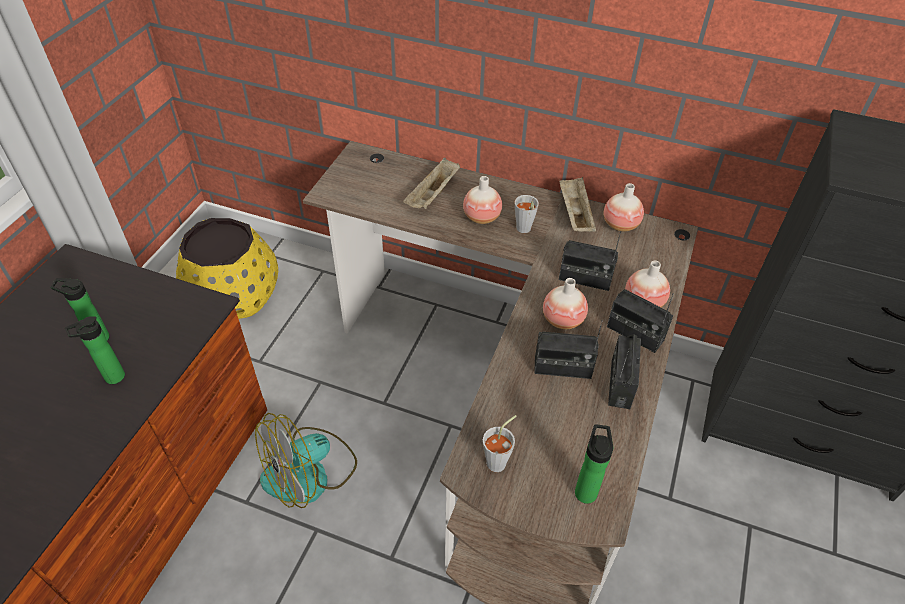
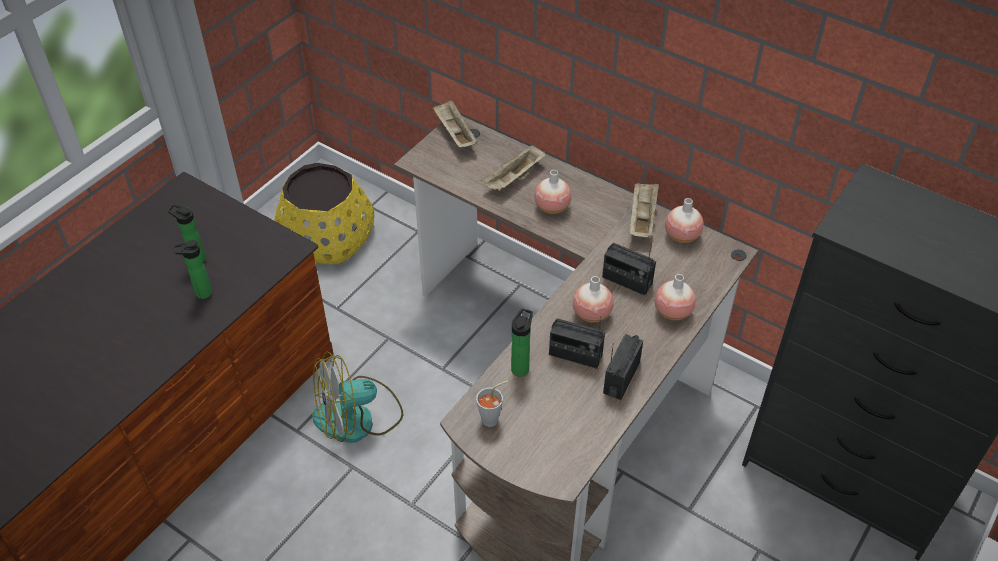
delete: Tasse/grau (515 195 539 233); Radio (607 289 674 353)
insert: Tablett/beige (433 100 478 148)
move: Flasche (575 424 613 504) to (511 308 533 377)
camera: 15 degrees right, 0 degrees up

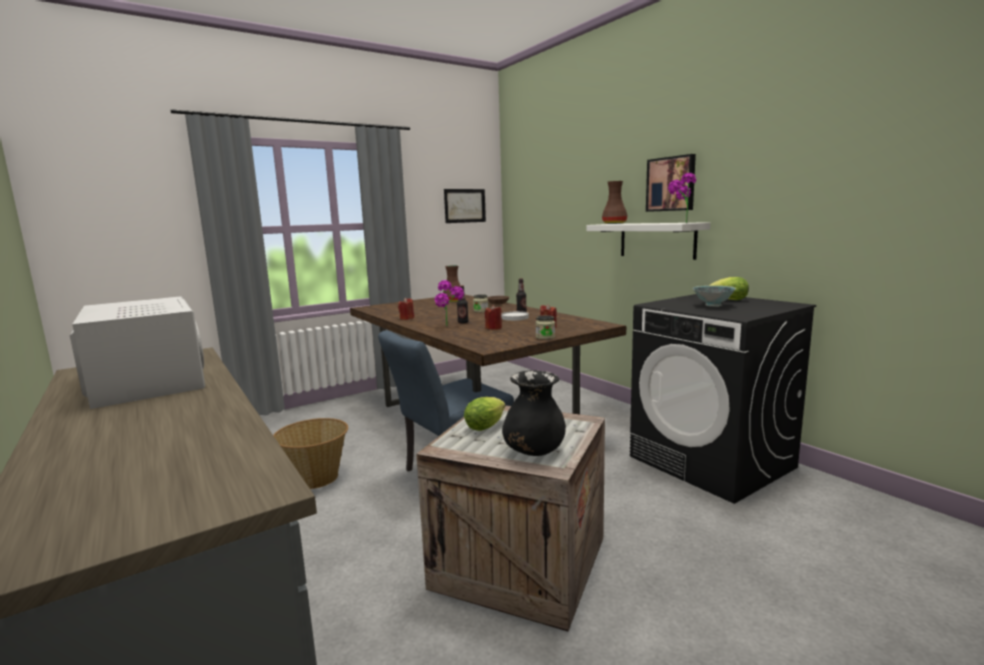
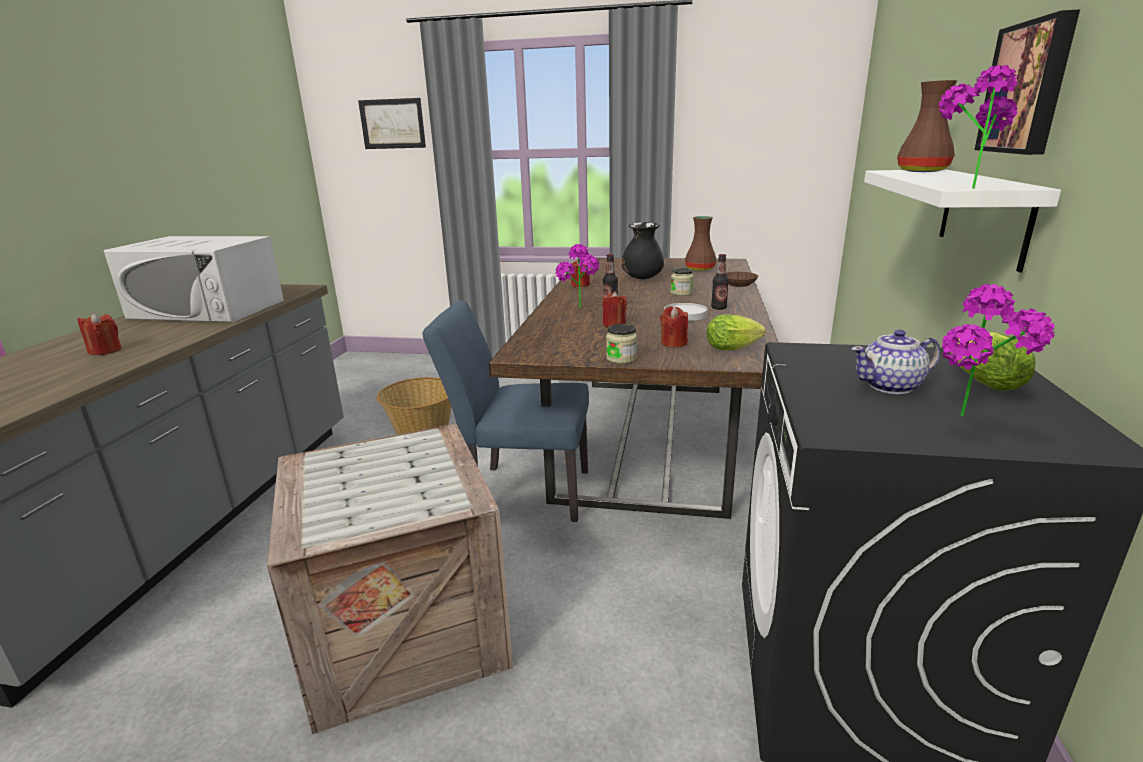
insert: Topfpflanze (942 284 1055 416); Kerze/rot (77 312 122 355)
move: Bild (444 189 486 223) to (358 98 426 149); Vase/schwarz (502 370 566 456) to (622 222 664 279); Salatkopf (464 397 505 431) to (707 314 765 350)
replace: Schüssel (693 286 736 307) to Teekanne (851 329 940 394)
rotate: Mikrowelle/weiß (70 296 205 409) = (104 236 284 322) 90 degrees clockwise
camera: 45 degrees right, 10 degrees up

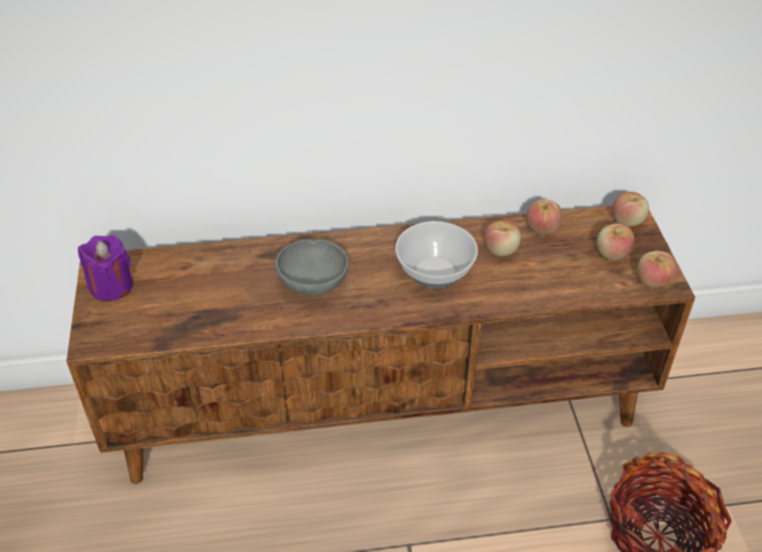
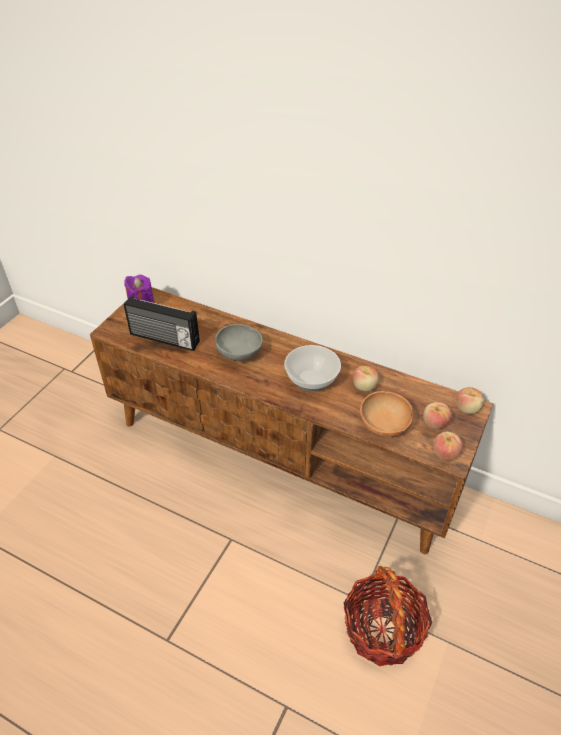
delete: Apfel (526 199 562 234)
insert: Radio (124 296 200 351); Schüssel/braun (360 391 414 437)
camera: 35 degrees right, 0 degrees up

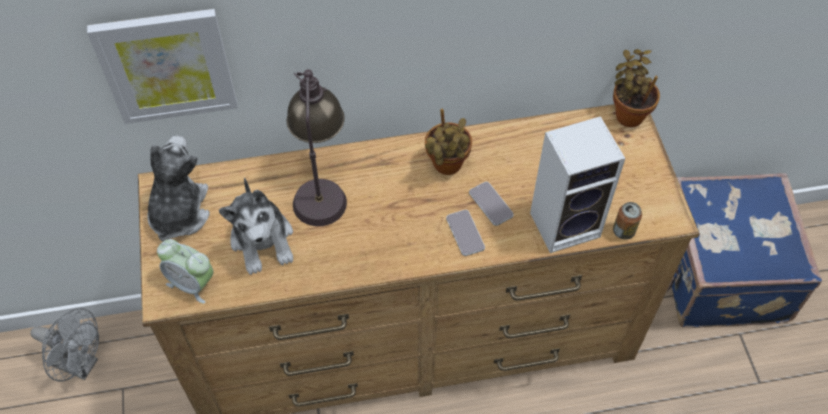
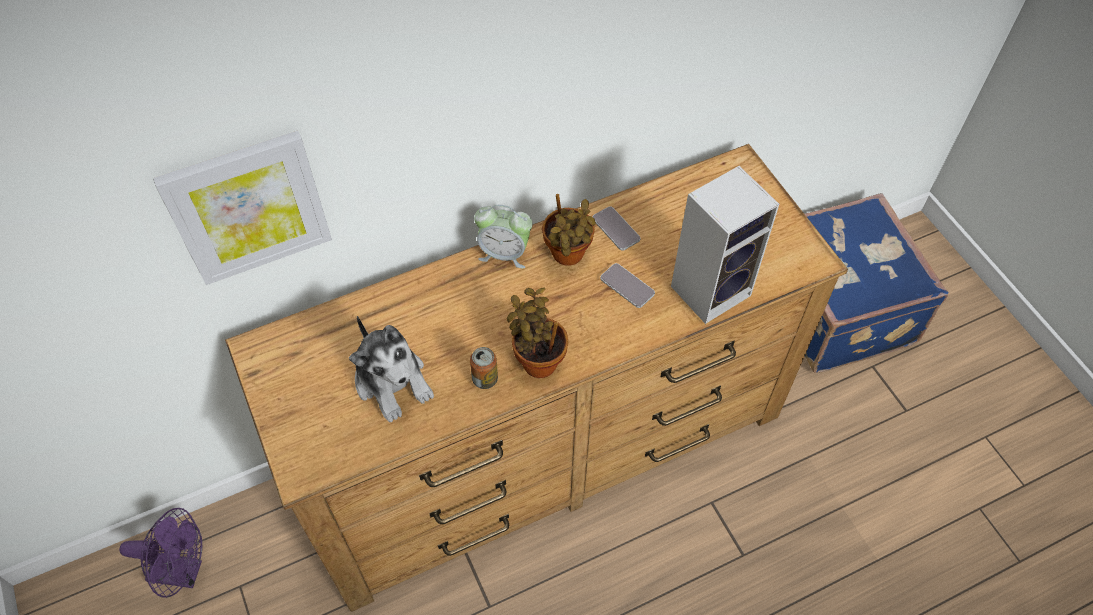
delete: Tischlampe (287 70 347 226); Plüschtier (147 135 210 241)
move: Topfpflanze (613 49 660 127) to (507 287 568 378); Dose (613 202 642 240) to (470 347 498 389); Handy (446 210 485 256) to (593 206 640 251); Wecker (157 239 213 304) to (474 205 532 268)
recolor: Ventilator/grau (30 308 99 381) to Ventilator/lila (119 508 202 598)
camera: 15 degrees left, 0 degrees up

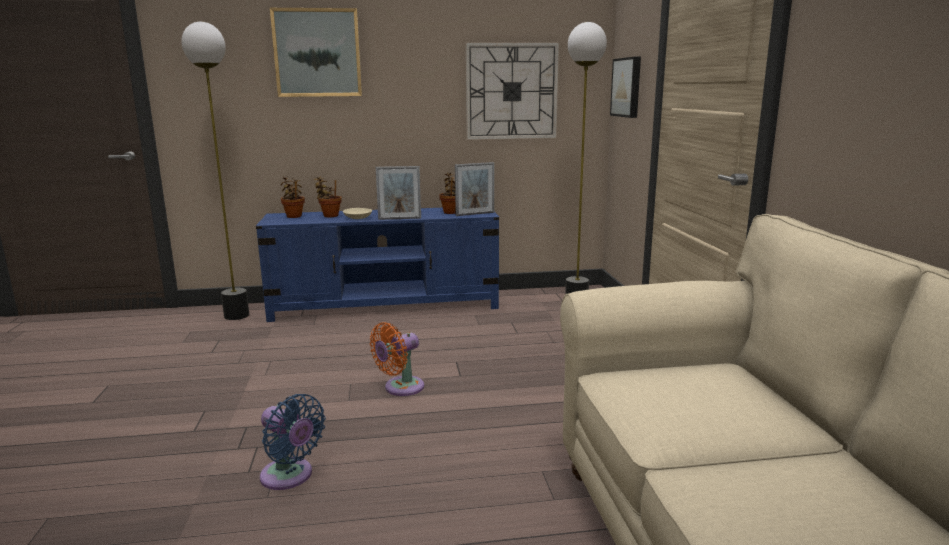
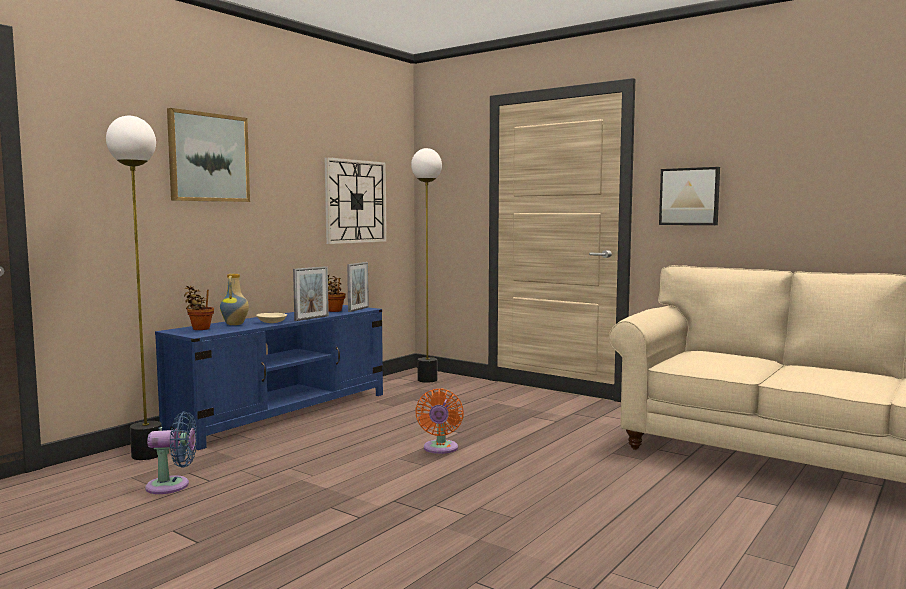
move: Bild (610 57 641 118) to (659 167 720 225); Ventilator/blau (260 394 326 490) to (145 411 197 494)
replace: Topfpflanze (314 177 342 217) to Vase (220 274 249 325)
camera: 45 degrees left, 10 degrees down

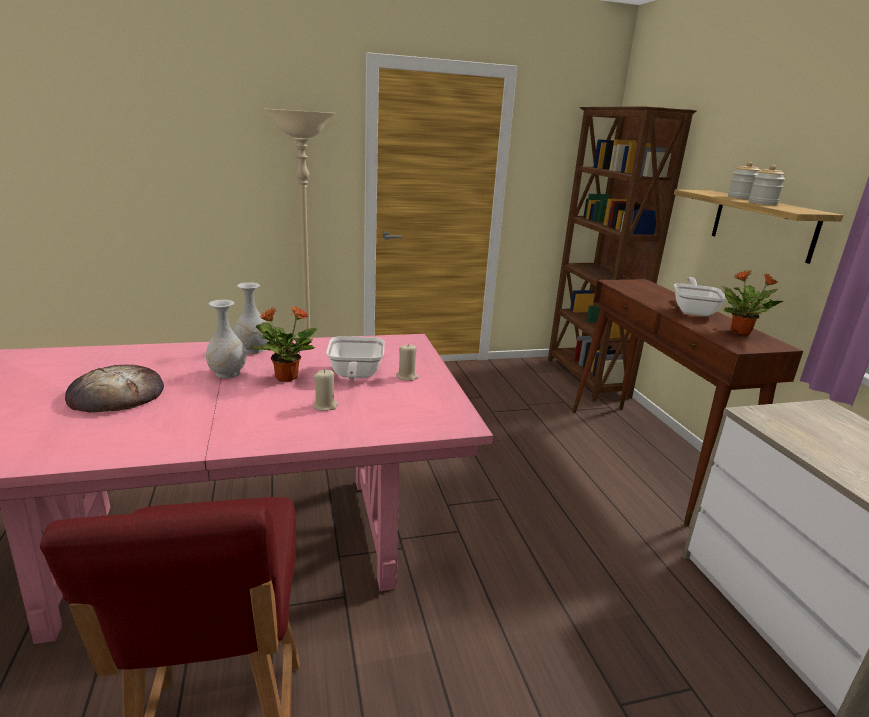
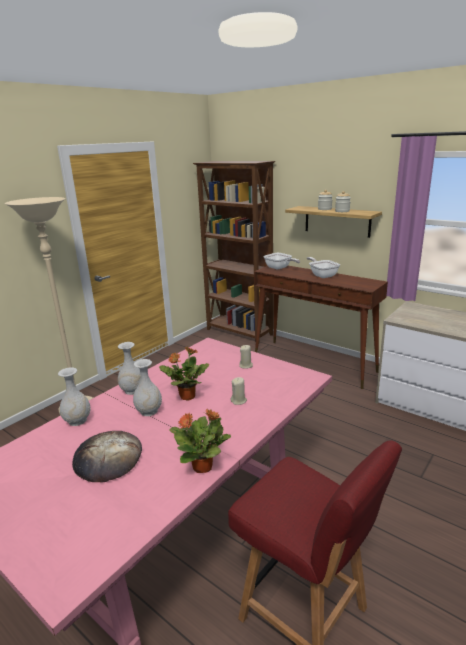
insert: Vase/weiß (58 367 90 426)
move: Topfpflanze (721 270 783 335) to (170 409 231 473); Pfanne (326 336 385 380) to (263 253 300 269)
camera: 35 degrees left, 0 degrees up

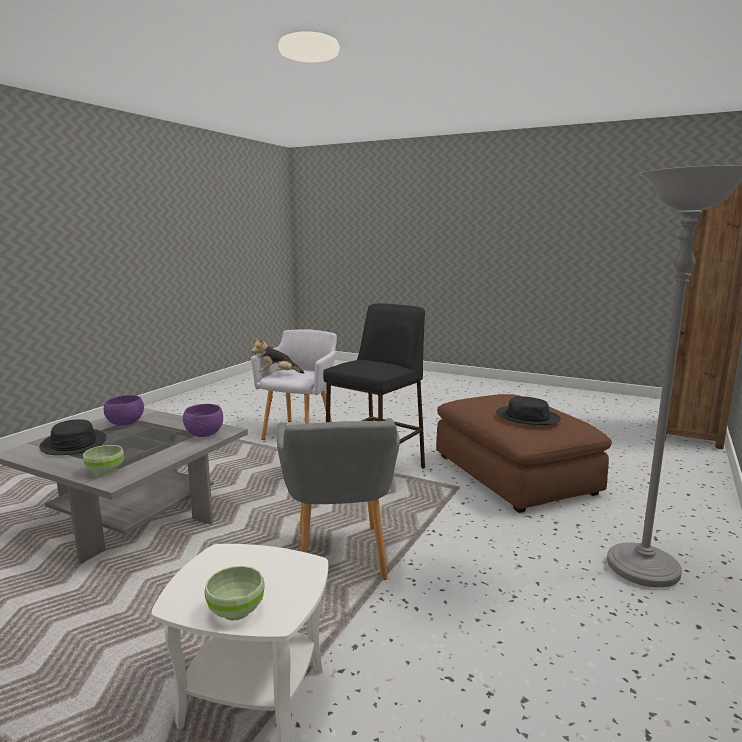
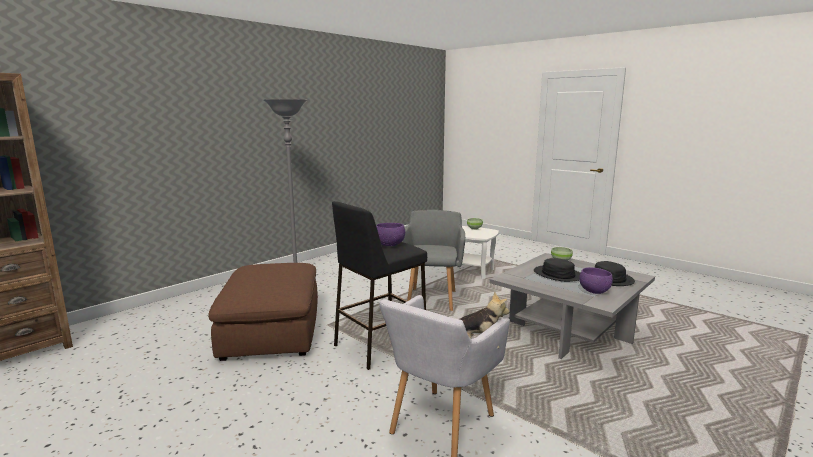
move: Hut/schwarz (496 396 561 425) to (534 258 580 282); Schüssel/lila (183 404 223 437) to (376 223 405 246)
camera: 165 degrees left, 0 degrees up

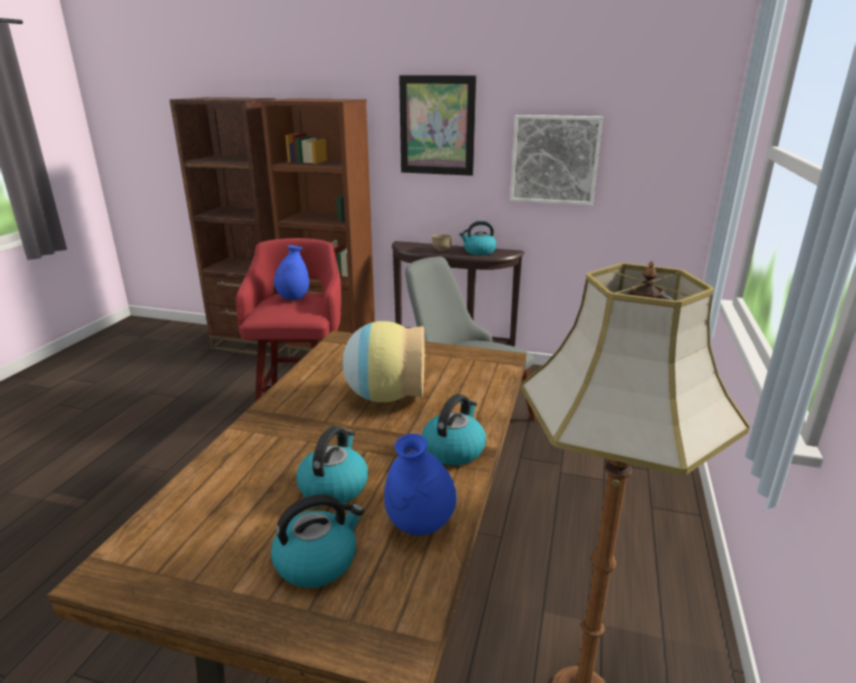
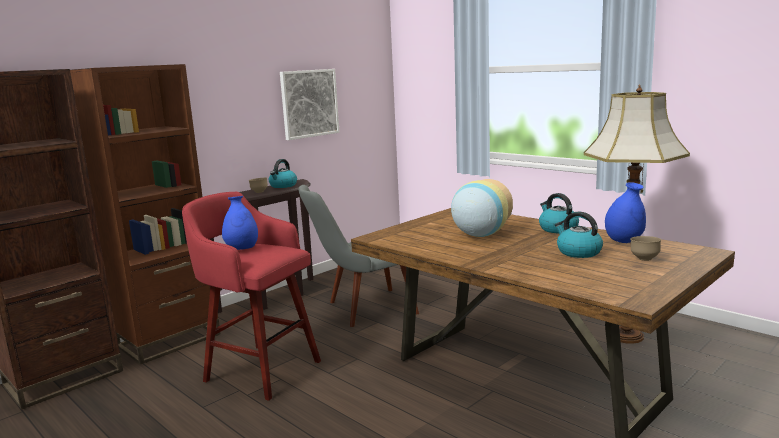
delete: Bild (399 75 476 176)
replace: Wasserkessel (271 494 364 588) to Schüssel/braun (630 236 661 261)
camera: 60 degrees left, 10 degrees down

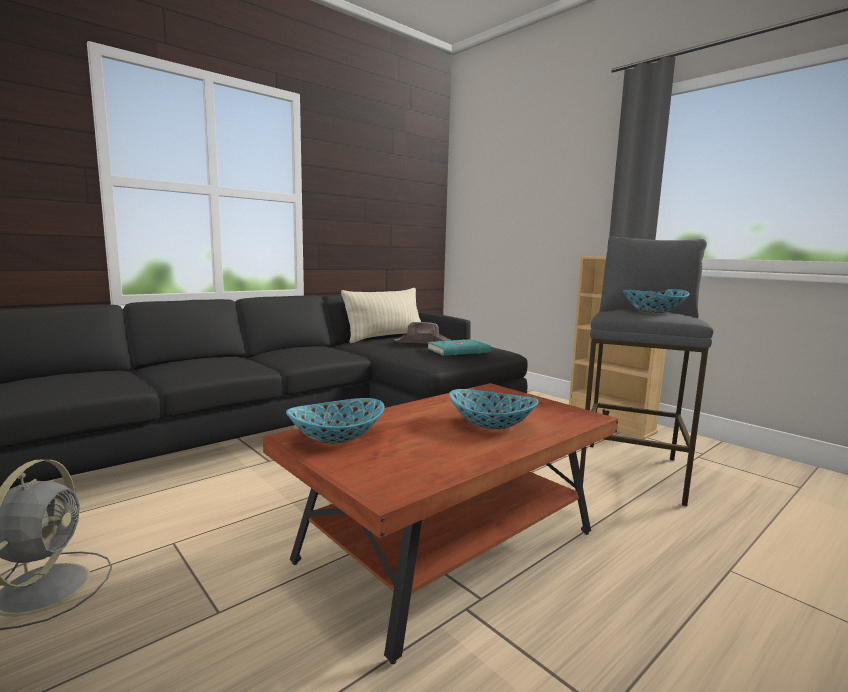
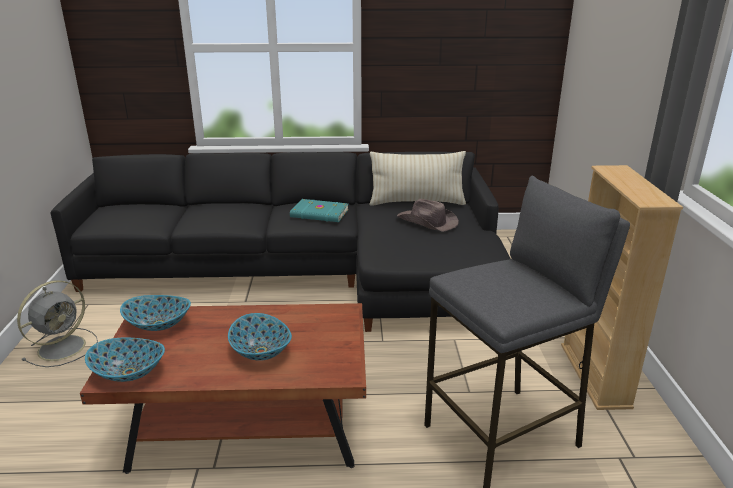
move: Schüssel (623 289 690 313) to (85 337 165 382); Buch/türkis (427 339 492 356) to (290 199 349 222)
camera: 40 degrees right, 15 degrees up

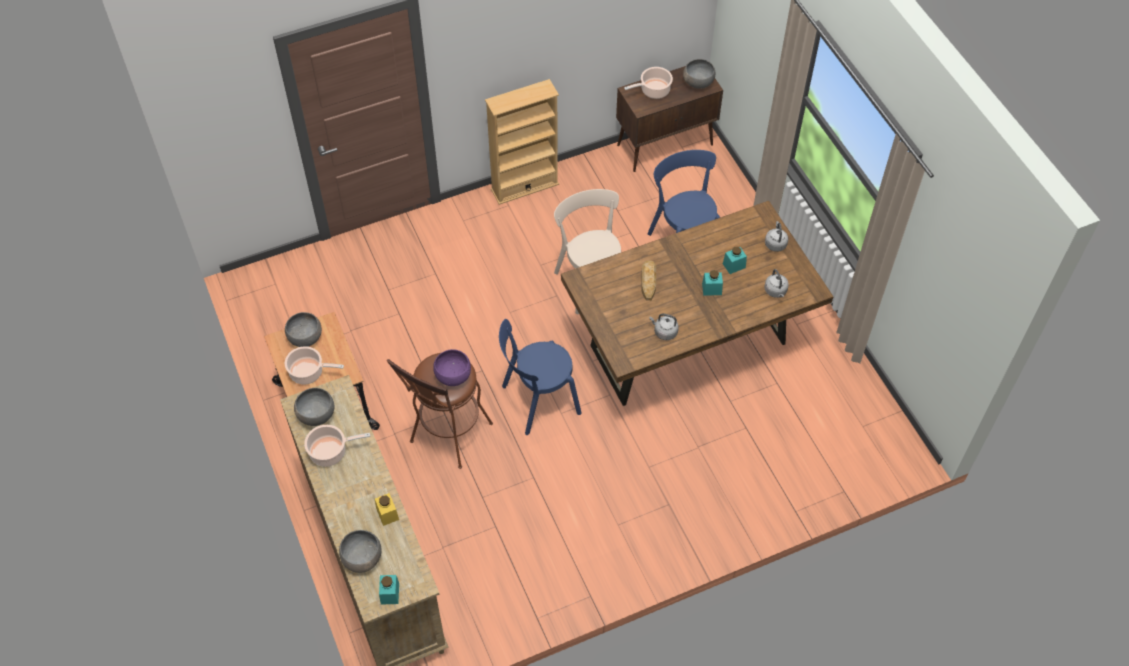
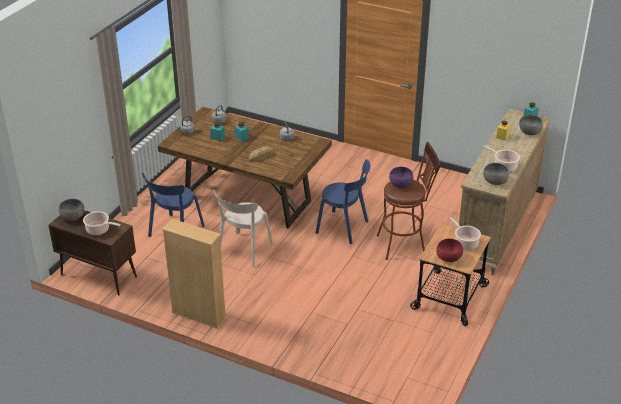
recolor: Schüssel/grau (285 312 322 347) to Schüssel/rot (436 239 463 262)
camera: 130 degrees left, 20 degrees down

